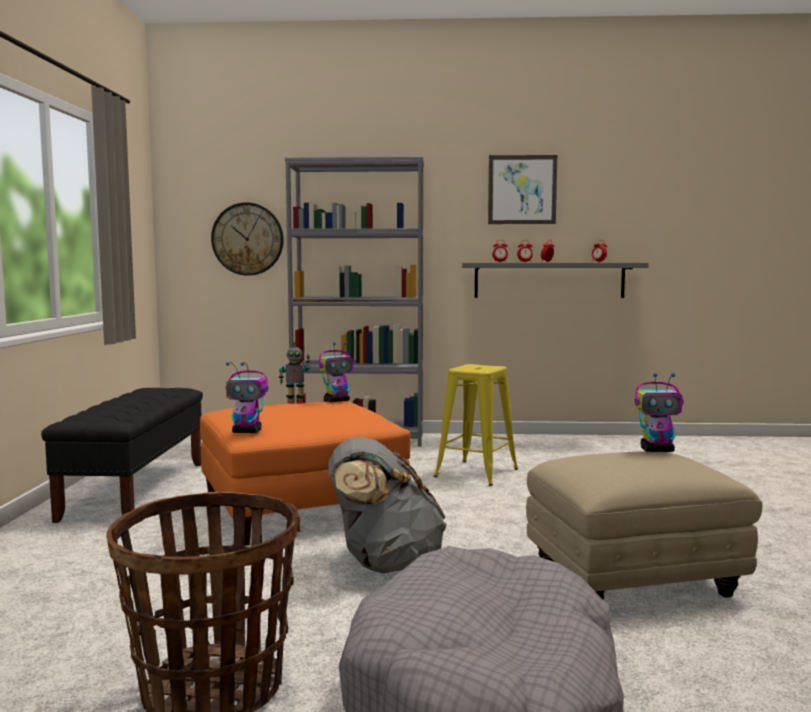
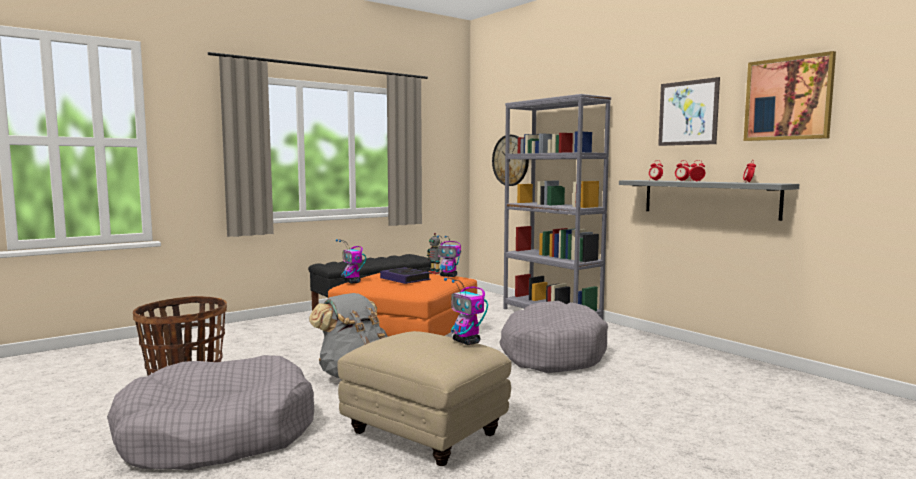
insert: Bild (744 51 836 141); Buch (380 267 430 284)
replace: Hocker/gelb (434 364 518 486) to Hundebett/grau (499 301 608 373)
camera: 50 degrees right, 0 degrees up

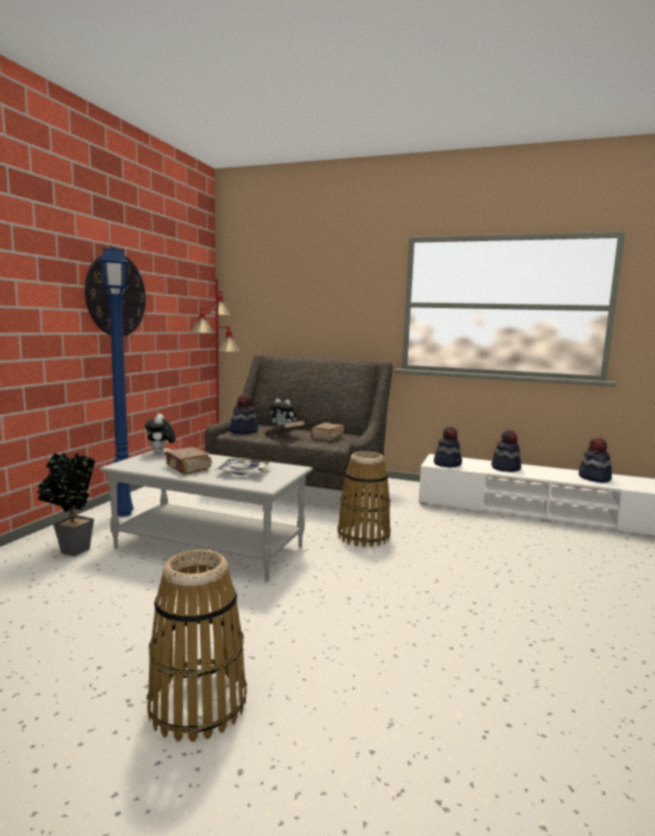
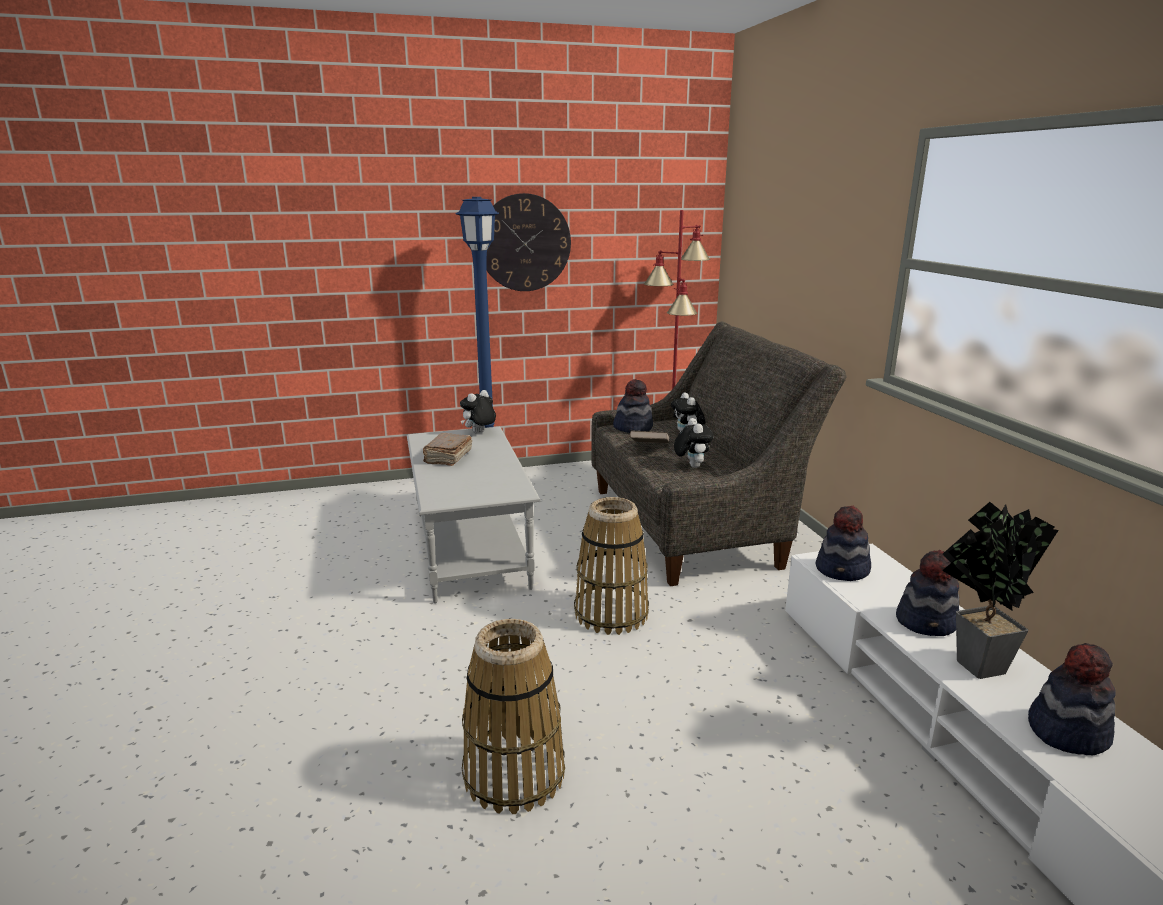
delete: Tablett (216 459 271 475)
move: Topfpflanze (37 452 95 556) to (942 502 1059 679); Korb (147 550 247 742) to (462 619 565 814)
replace: Buch/braun (310 423 344 442) to Plüschtier (674 418 714 468)
camera: 55 degrees right, 10 degrees up

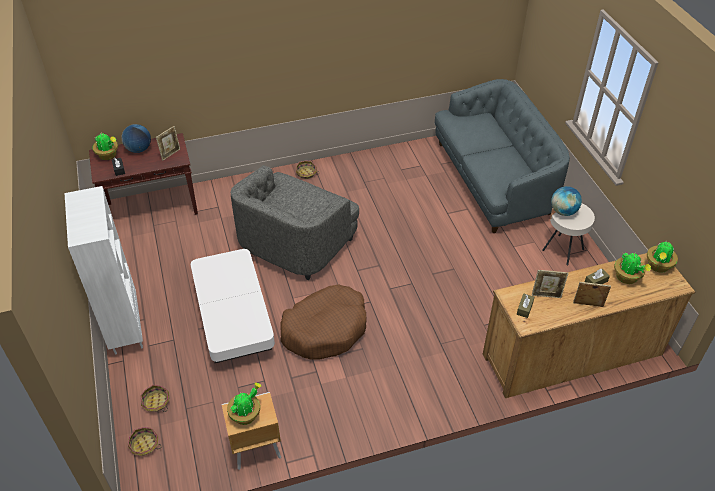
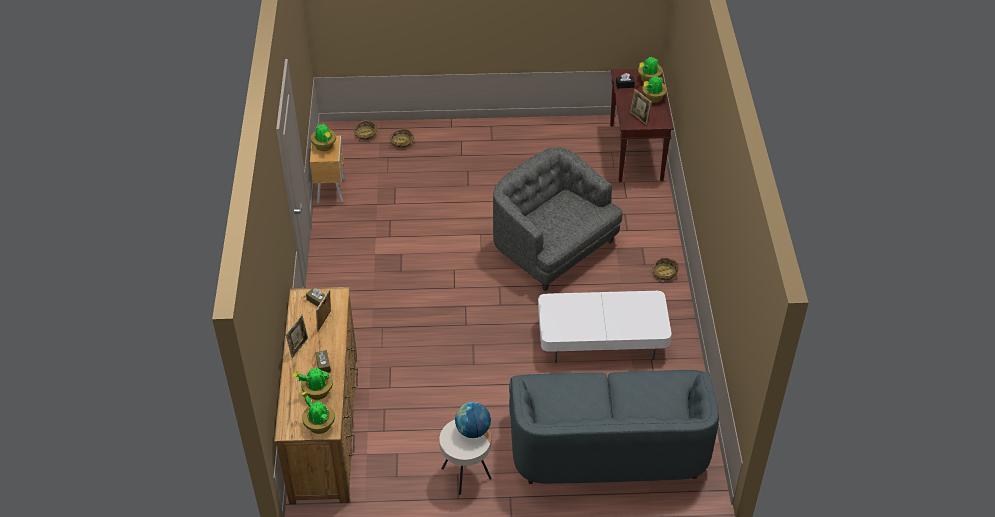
delete: Bücherregal/weiß (64 186 143 355); Hundebett/braun (280 285 367 360)
move: Couchtisch/weiß (191 249 275 363) to (538 291 671 363)
replace: Globus (122 124 151 153) to Topfpflanze (642 76 667 103)
camera: 105 degrees right, 0 degrees up

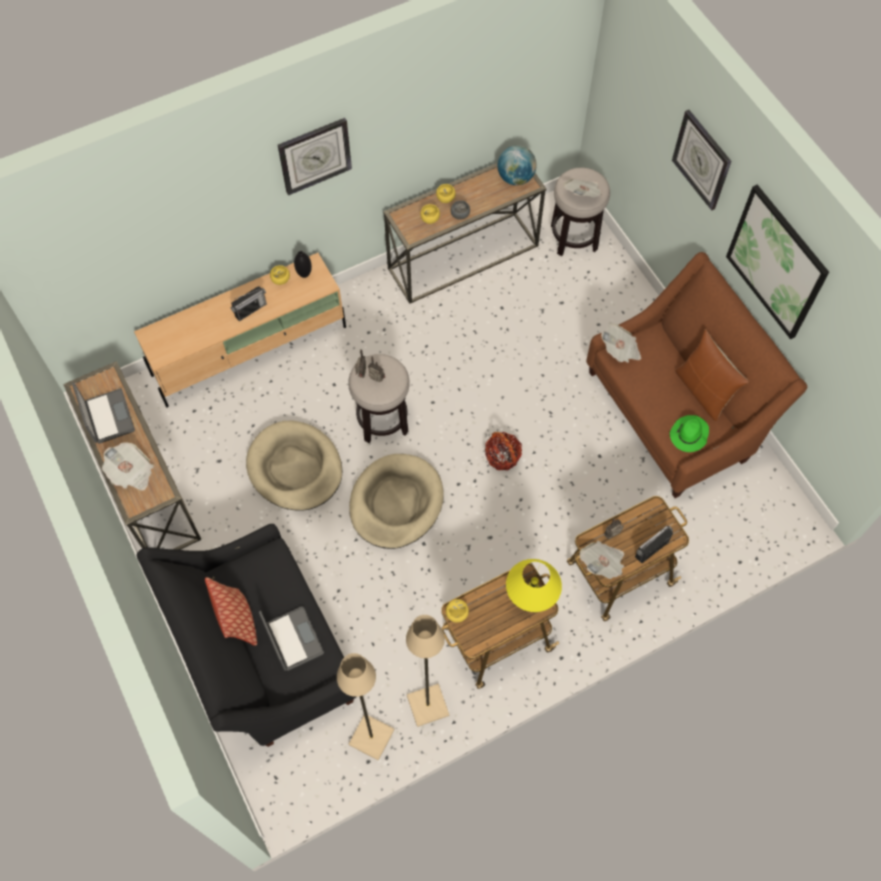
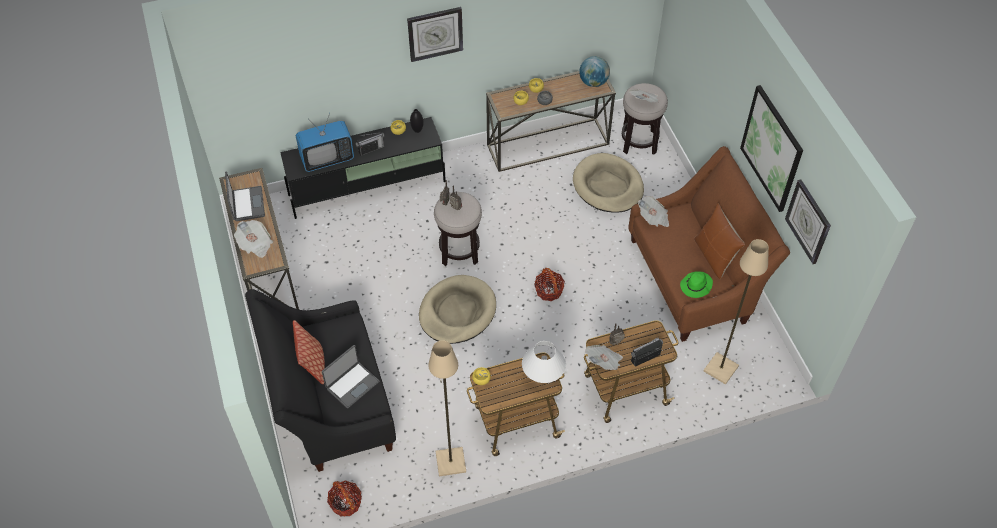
insert: Fernseher (296 113 354 172); Korb (327 480 362 516)
move: Wanduhr (672 110 731 211) to (785 179 831 264); Hundebett/beige (246 421 343 510) to (573 153 644 213); Stehlampe/beige (337 653 394 760) to (704 239 769 384)
recolor: Fernsehschrank/beige (134 253 346 407) to Fernsehschrank/schwarz (280 117 446 219); Tischlampe/gelb (506 559 562 612) to Tischlampe/weiß (522 341 566 383)
rotate: Laptop (259 606 324 671) = (322 345 379 408) 60 degrees clockwise
camera: 10 degrees right, 10 degrees down

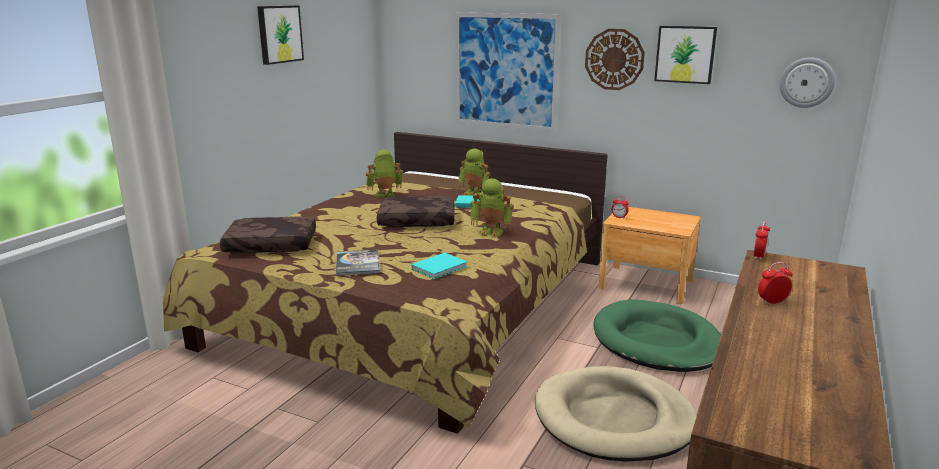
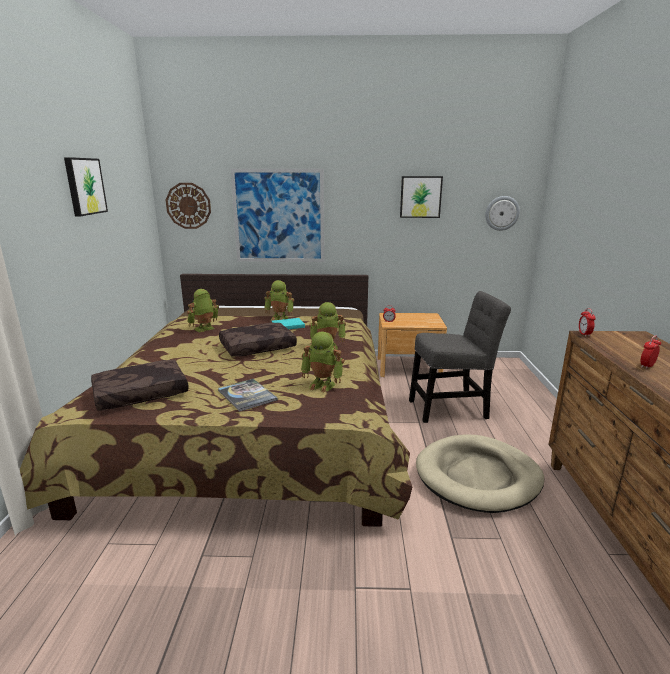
move: Wanduhr (585 29 645 90) to (166 183 211 229)
replace: Buch/türkis (411 253 468 279) to Spielzeugroboter (301 332 344 392); Hundebett/grün (593 299 721 372) to Stuhl/grau (409 291 511 423)
camera: 25 degrees left, 0 degrees up

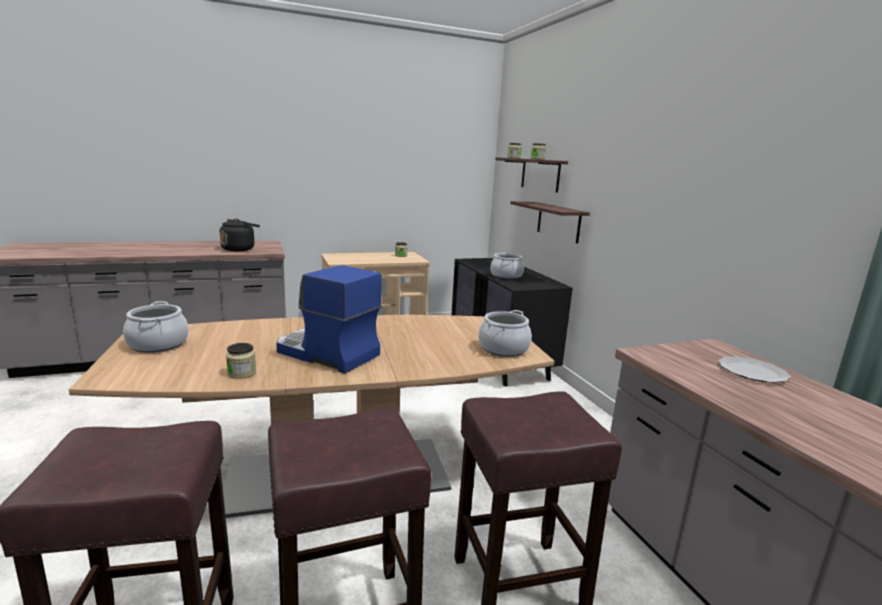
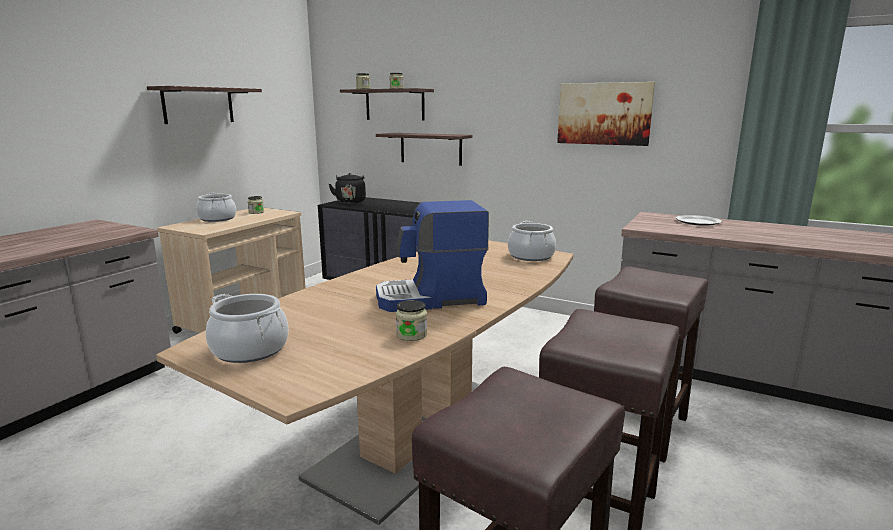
insert: Bild (557 82 655 146); Wandregal (147 86 262 124)
move: Wasserkessel/schwarz (220 219 260 251) to (329 173 366 203); Kochtopf (490 252 524 279) to (196 193 236 222)
camera: 40 degrees left, 0 degrees up

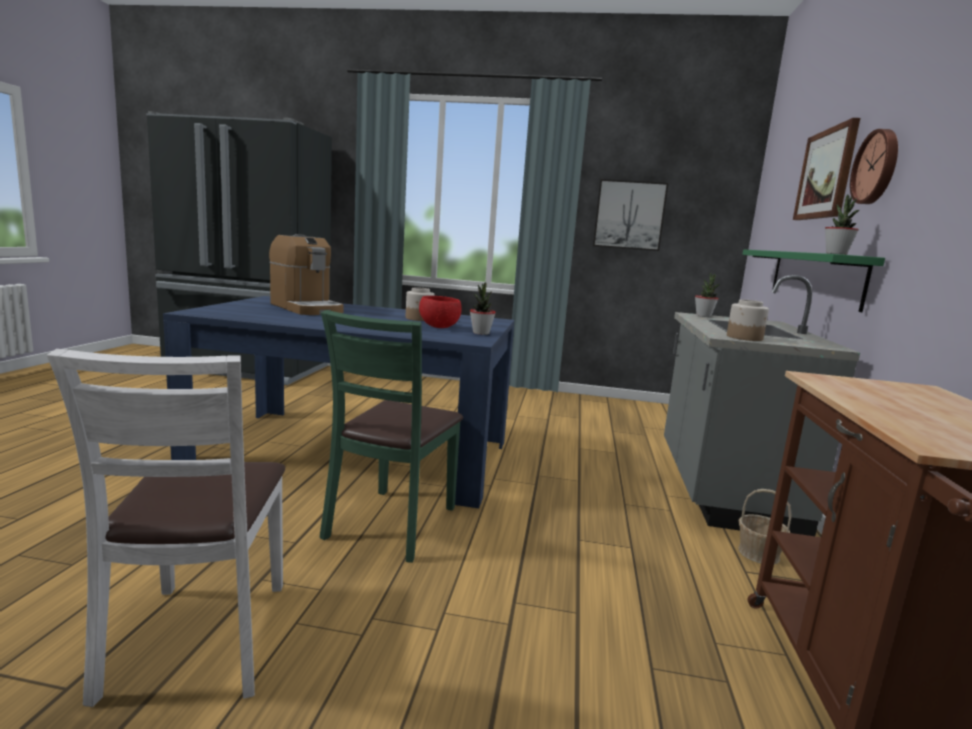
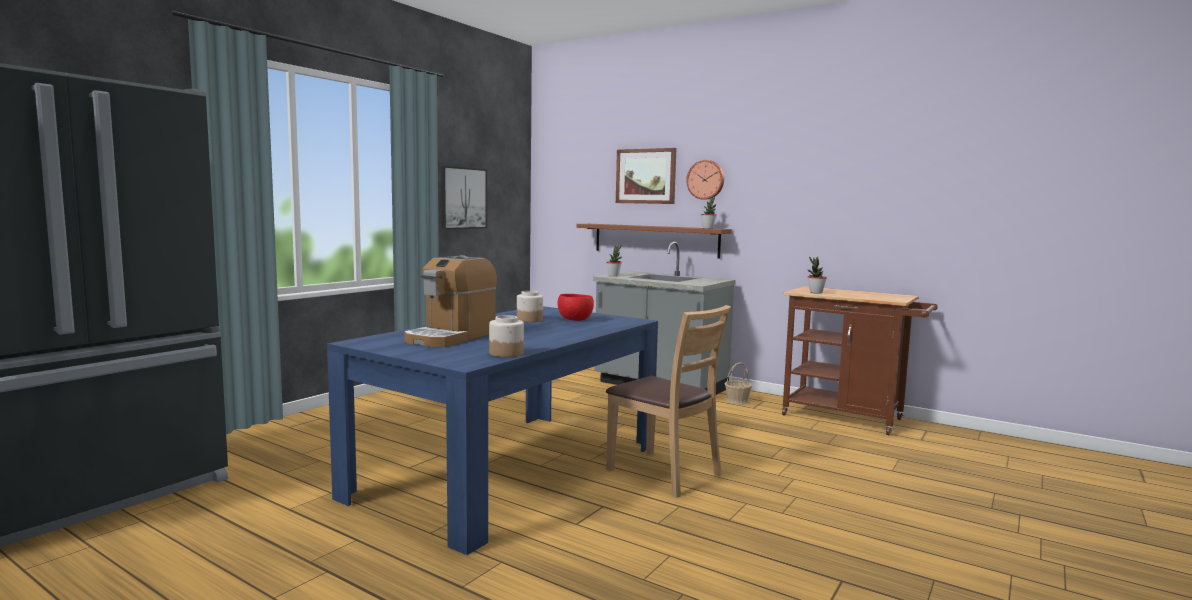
delete: Stuhl/weiß (47 349 285 707)
move: Topfpflanze (470 282 496 335) to (807 256 827 294); Vorratsglas (727 299 769 341) to (489 315 524 357)
recolor: Wandregal/grün (742 250 885 312) to Wandregal/braun (576 224 732 259); Stuhl/grün (320 310 463 563) to Stuhl/braun (606 305 732 498)
rotate: Kaffeemaschine (269 234 343 315) = (404 255 497 347) 135 degrees clockwise
camera: 65 degrees left, 5 degrees down

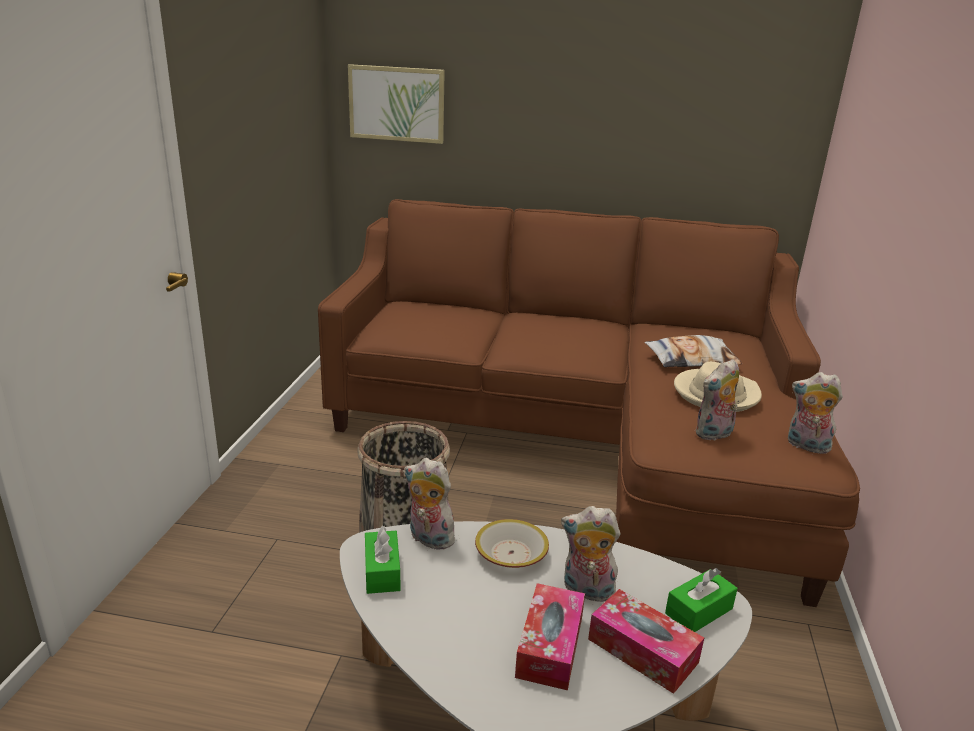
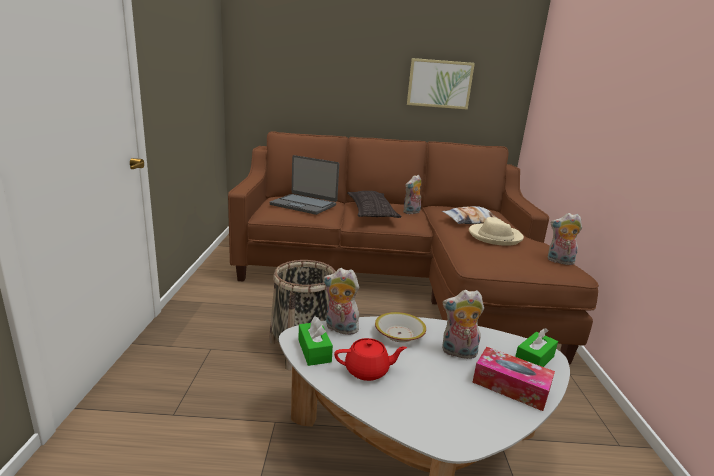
delete: Taschentuchbox (515 583 585 690)
insert: Laptop (270 155 339 215); Kissen (347 191 402 218); Teekanne/rot (334 338 407 381)
move: Bild (348 64 445 144) to (407 58 475 110); Plüschtier (695 359 739 441) to (403 175 421 214)
camera: 10 degrees left, 5 degrees down

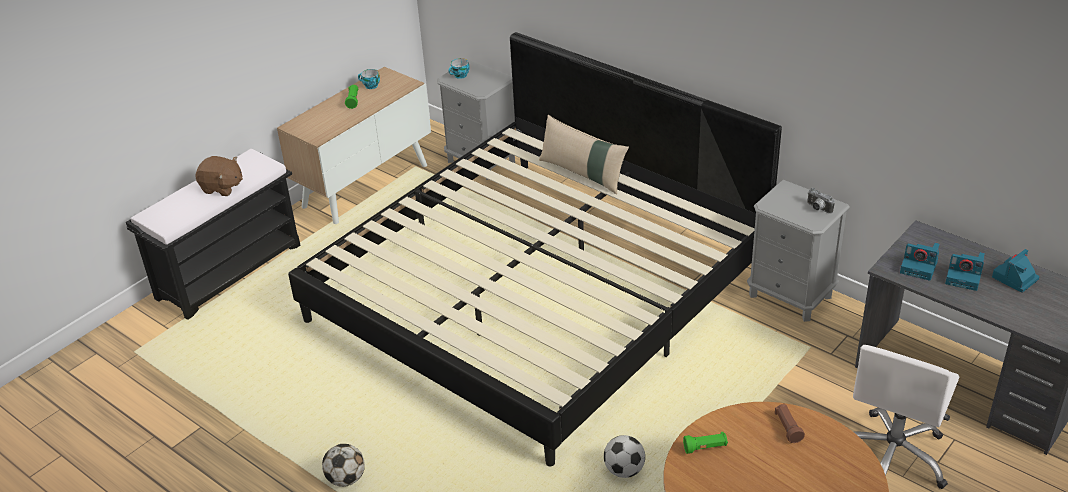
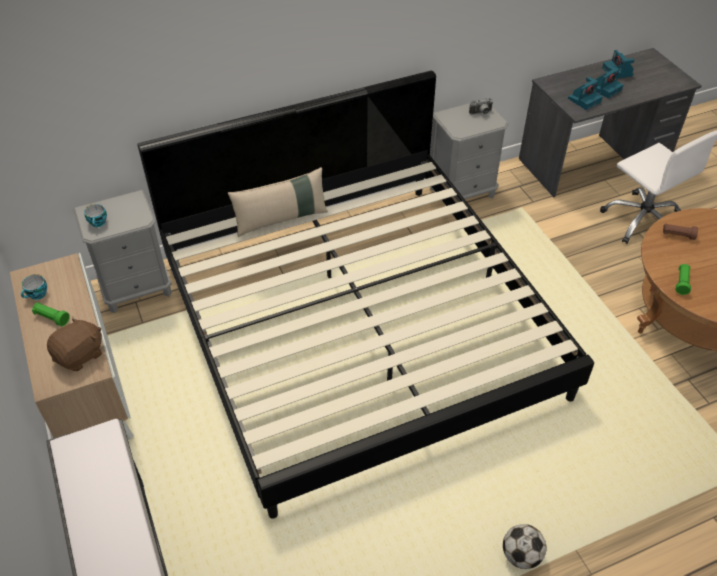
delete: Fußball (604 435 645 478)
move: Plüschtier/braun (196 156 243 196) to (47 316 102 371)
camera: 65 degrees left, 10 degrees up

